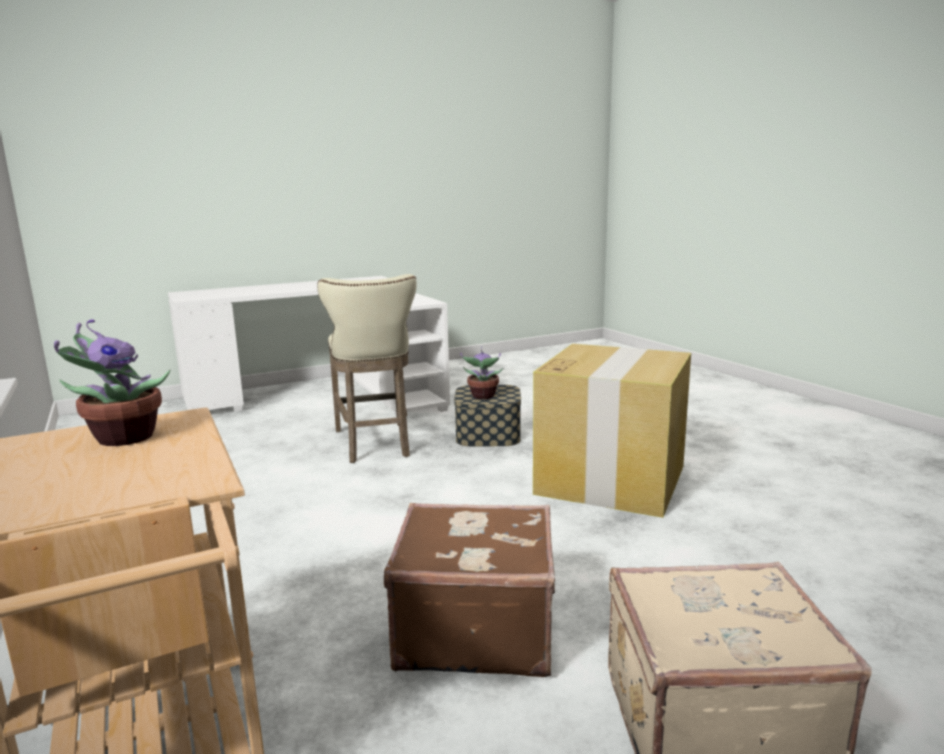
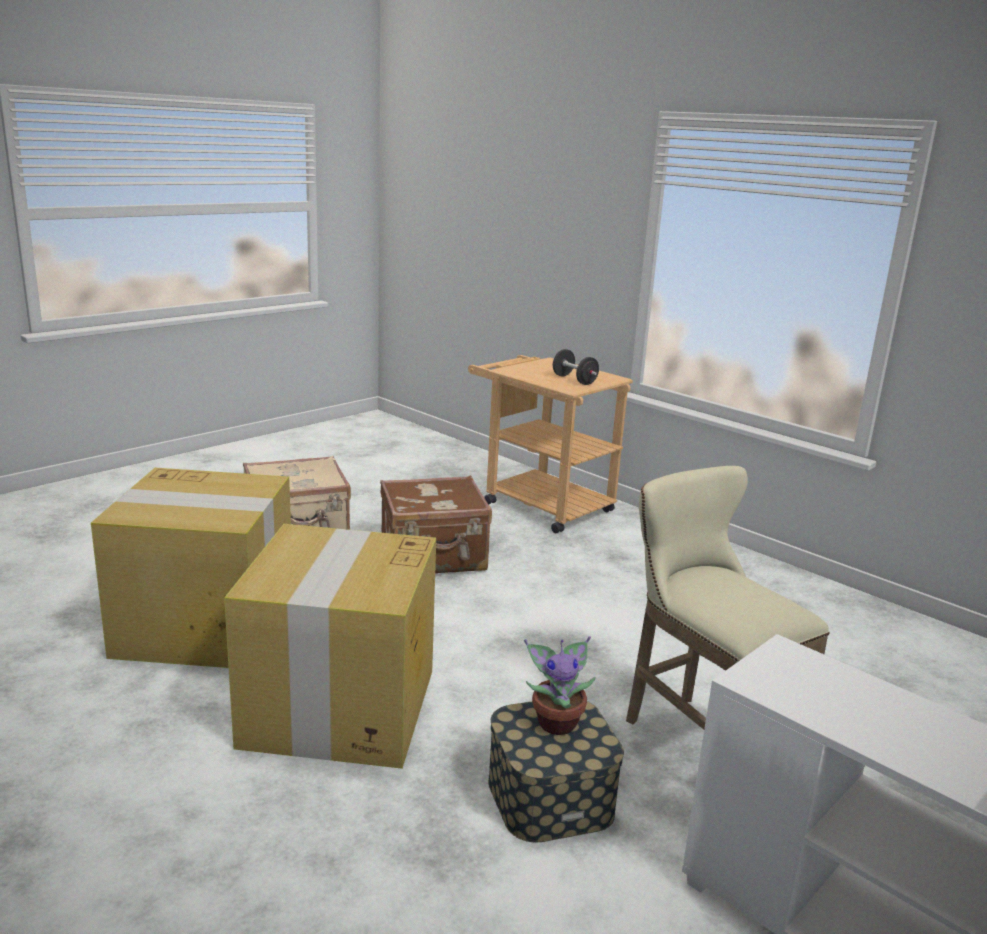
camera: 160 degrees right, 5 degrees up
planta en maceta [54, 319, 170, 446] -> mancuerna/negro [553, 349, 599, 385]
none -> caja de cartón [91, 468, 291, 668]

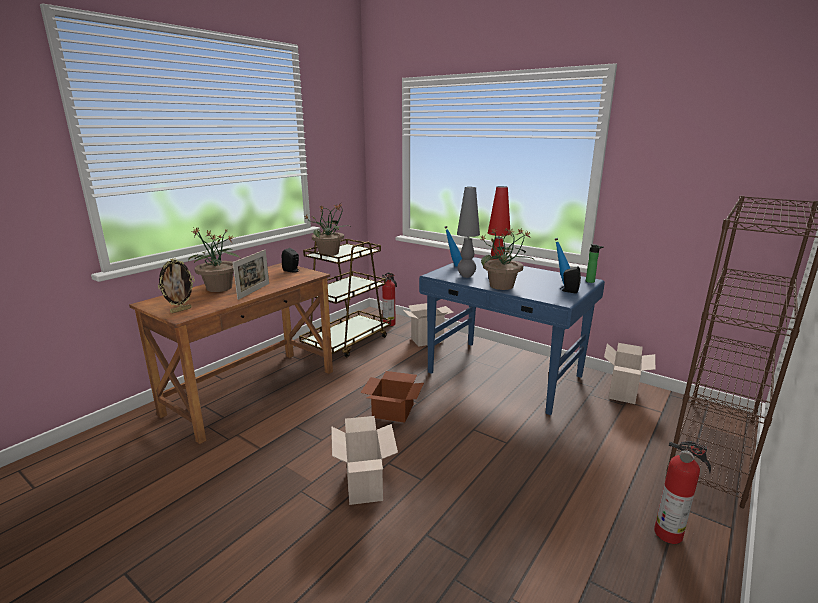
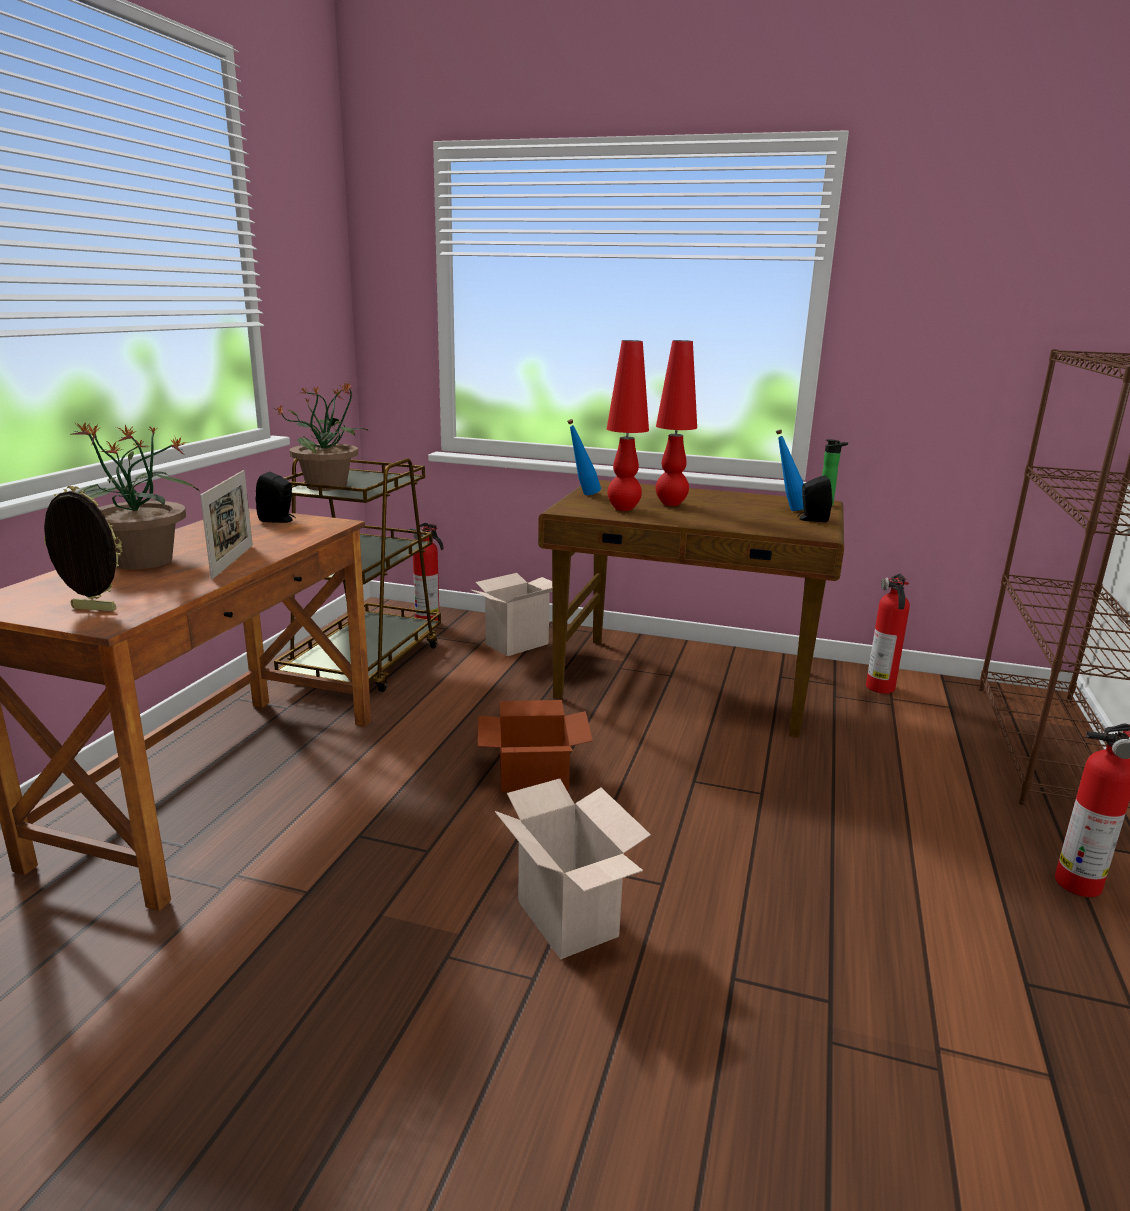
camera: 20 degrees left, 0 degrees up
lámpara de mesa/gris [457, 187, 480, 278] -> lámpara de mesa/rojo [607, 340, 649, 511]
planta en maceta [480, 227, 534, 290] -> none
escritorio/azul [419, 257, 605, 415] -> escritorio/marrón [538, 480, 844, 738]
portarretratos [158, 258, 195, 313] -> portarretratos [44, 486, 122, 612], 105 degrees counterclockwise
caja de cartón [604, 343, 655, 404] -> extintor [866, 573, 910, 694]

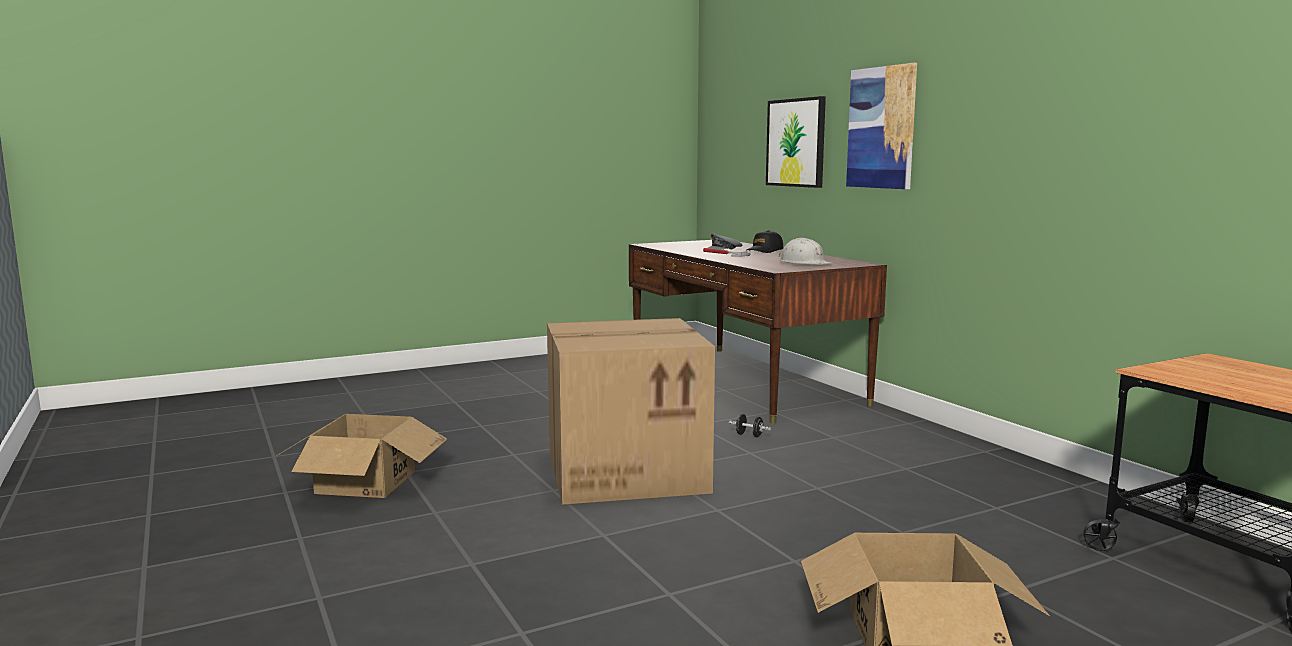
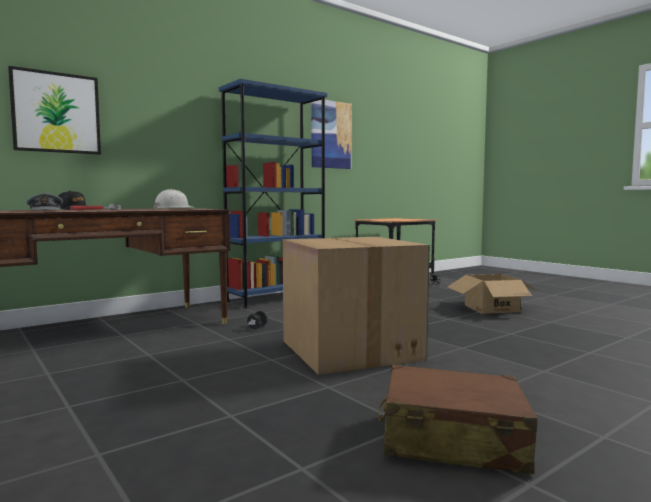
camera: 100 degrees left, 5 degrees down
cuadro [846, 63, 917, 189] -> cuadro [311, 100, 352, 169], move
caja de cartón [276, 414, 447, 498] -> maleta/marrón [378, 364, 538, 474]
none -> estantería/azul [219, 79, 327, 309]

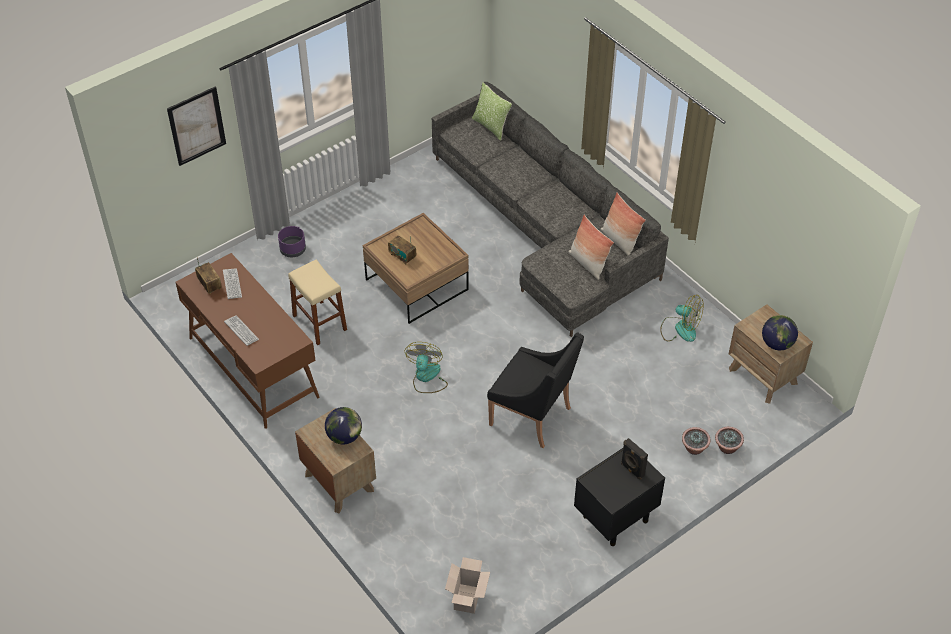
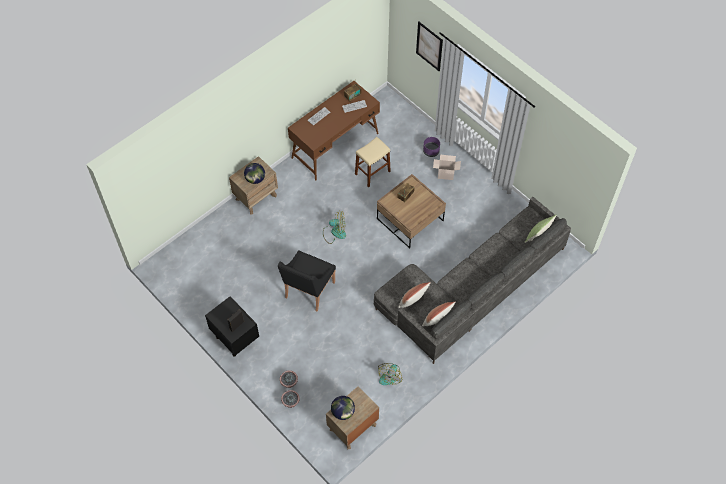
camera: 85 degrees right, 10 degrees up
caja de cartón [445, 557, 490, 614] -> caja de cartón [433, 155, 461, 180], move

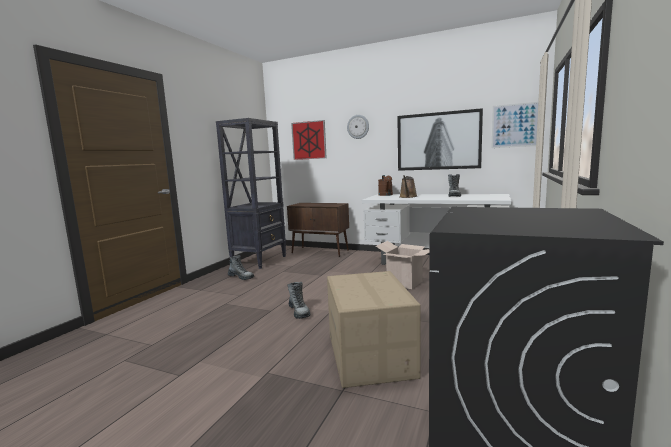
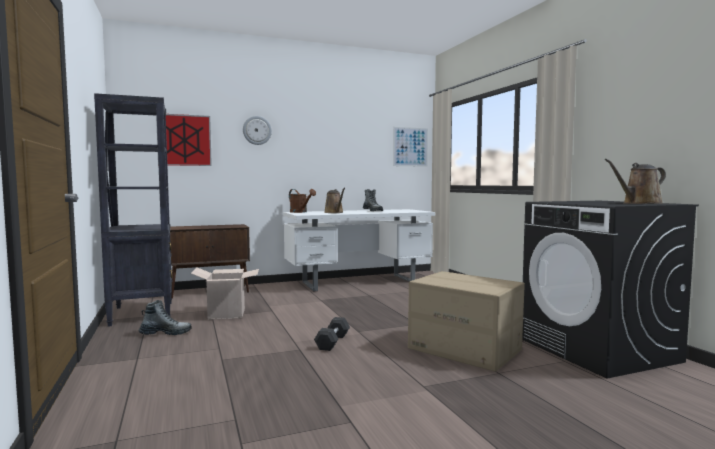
camera: 45 degrees left, 5 degrees down
cuadro [397, 108, 483, 171] -> none
caja de cartón [376, 241, 429, 289] -> caja de cartón [191, 267, 259, 320], move
bota [287, 282, 310, 319] -> mancuerna/gris [314, 317, 350, 351]
none -> regadera/marrón [605, 159, 666, 204]

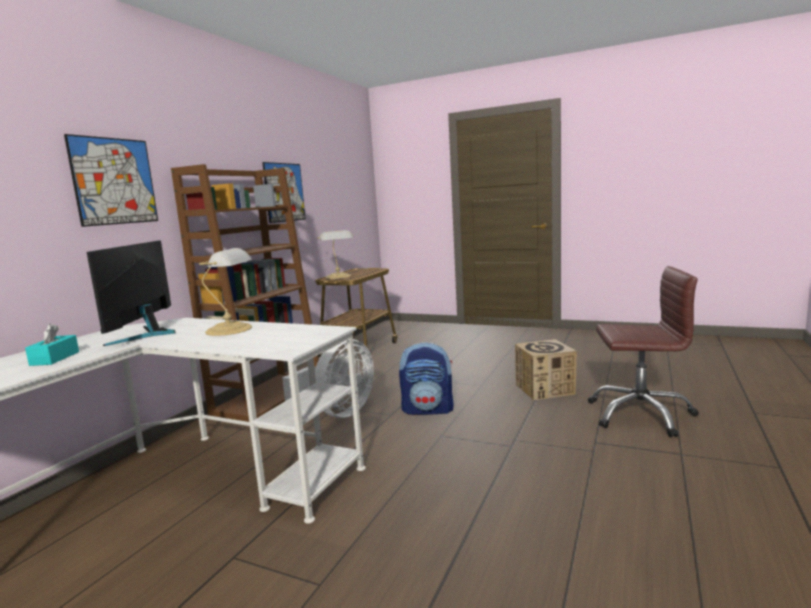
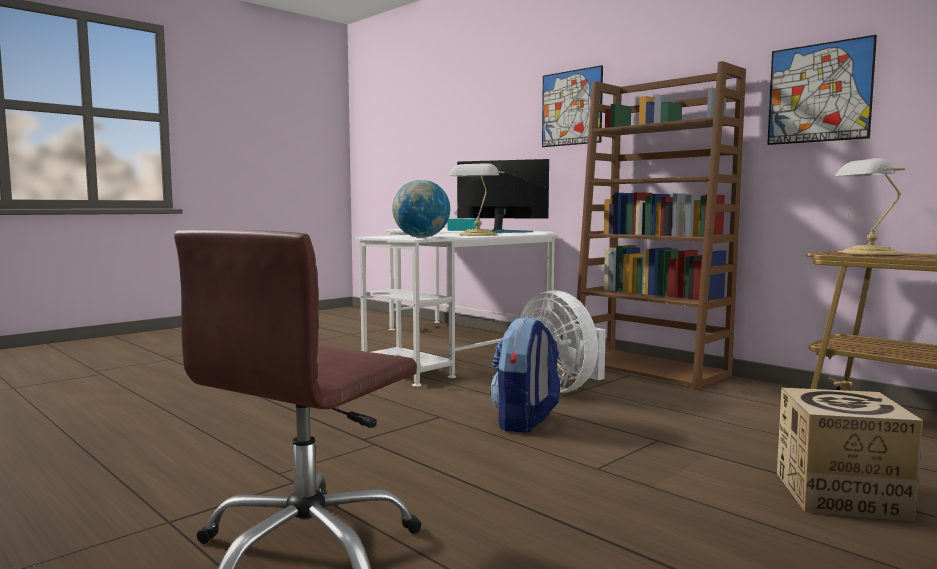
camera: 110 degrees right, 5 degrees down
caja de cartón [515, 339, 577, 400] -> caja de cartón [777, 388, 923, 521], move
none -> globo terráqueo [392, 180, 450, 238]

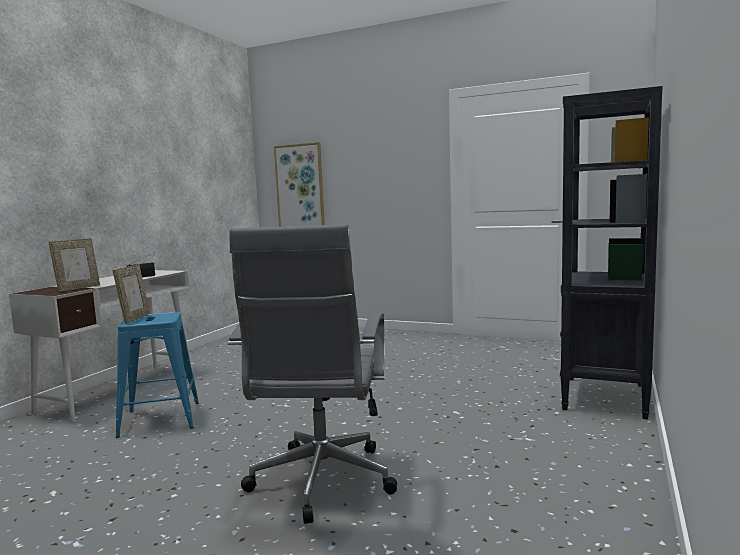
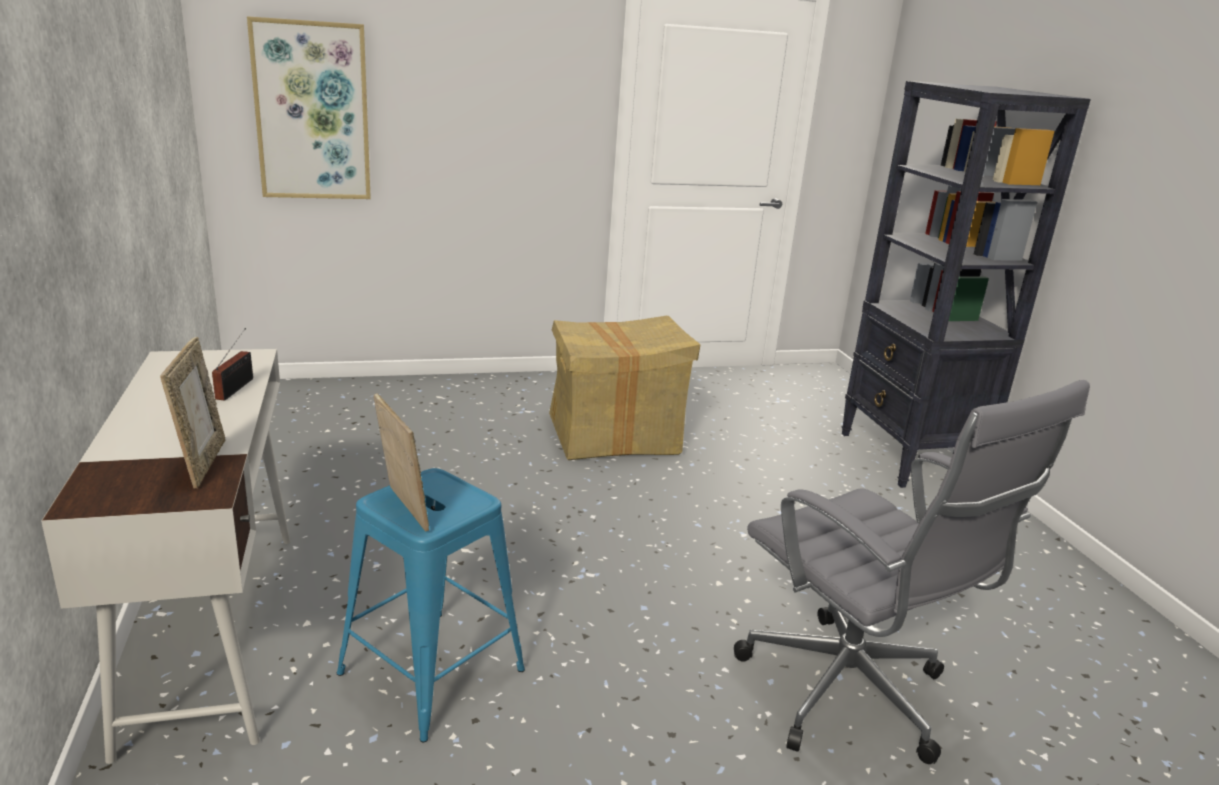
camera: 40 degrees left, 15 degrees up
none -> caja de cartón [549, 316, 701, 460]

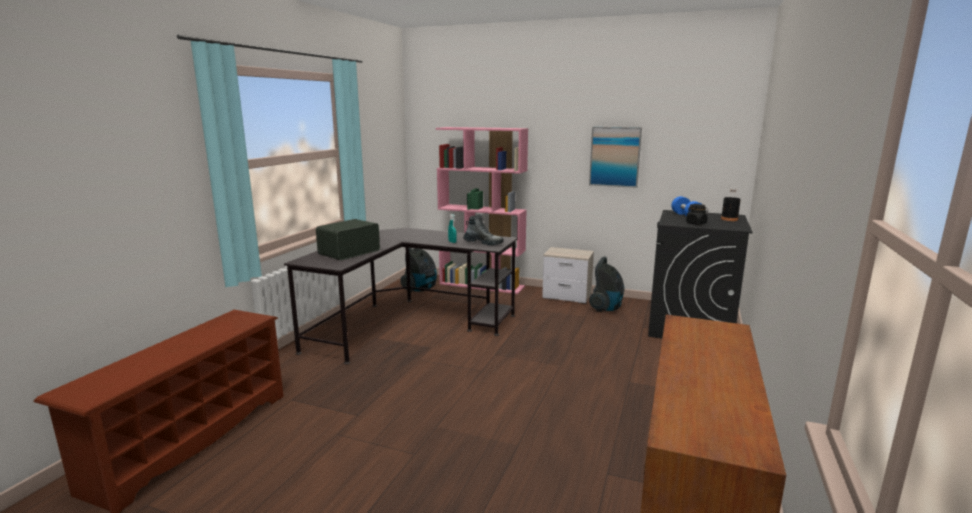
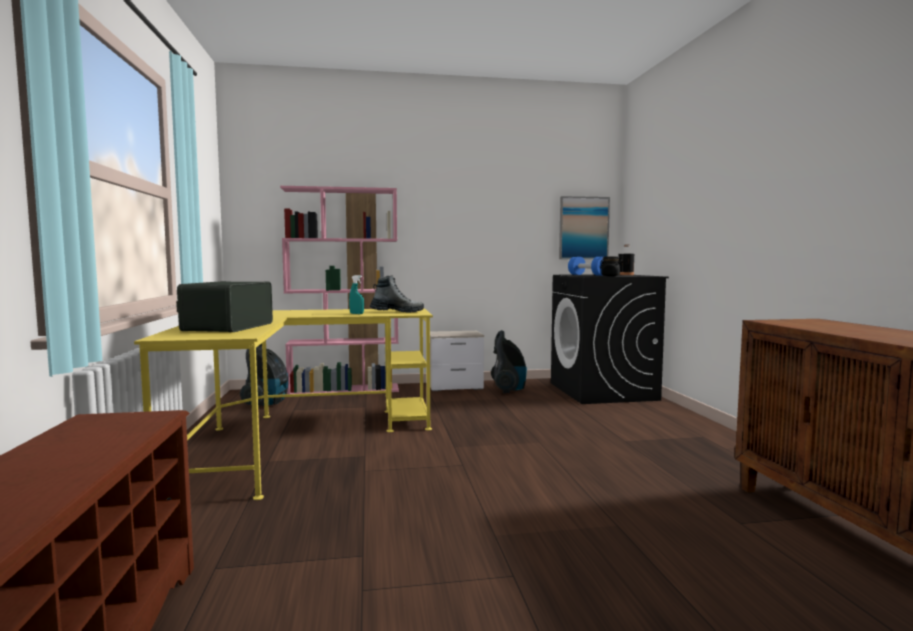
camera: 30 degrees left, 10 degrees down
cuadro [589, 127, 642, 188] -> cuadro [559, 196, 610, 259], move
escritorio/negro [284, 228, 518, 365] -> escritorio/amarillo [134, 308, 433, 500]

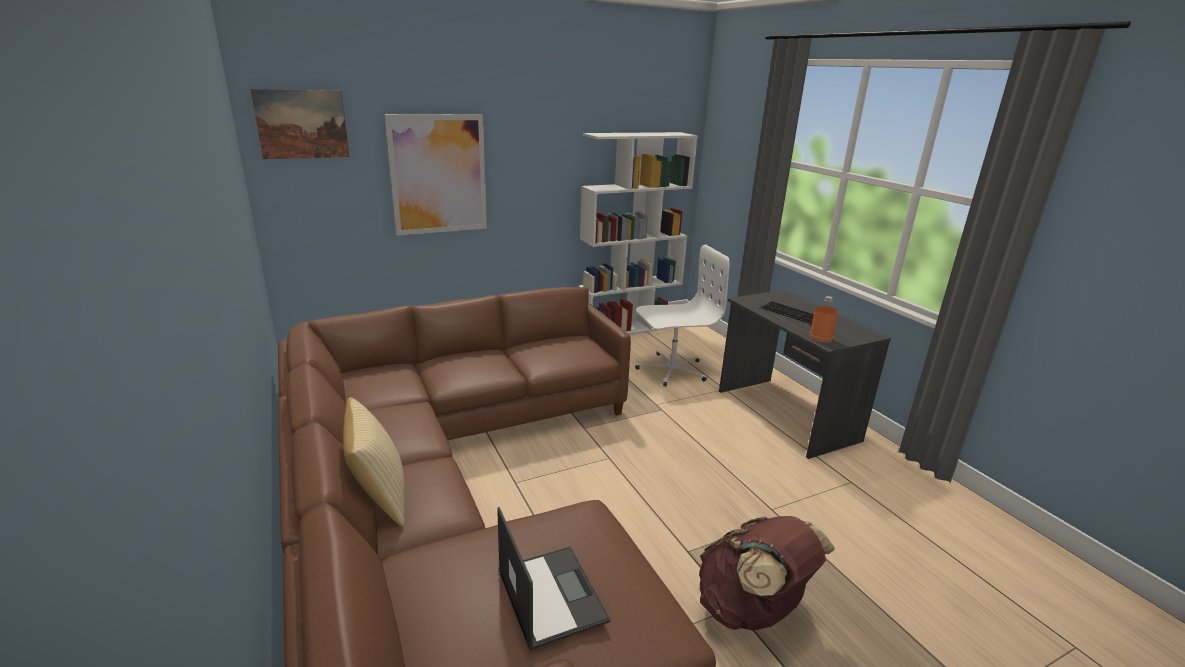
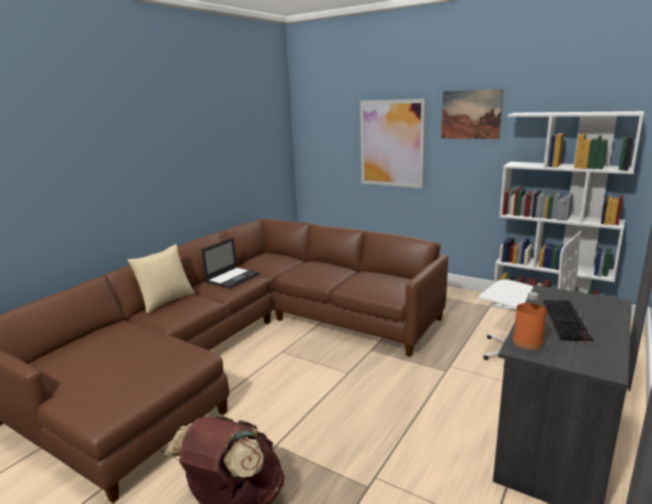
camera: 60 degrees right, 5 degrees down
cuadro [250, 89, 350, 159] -> cuadro [441, 89, 503, 139], move
portátil [497, 507, 611, 651] -> portátil [201, 238, 259, 289], move

